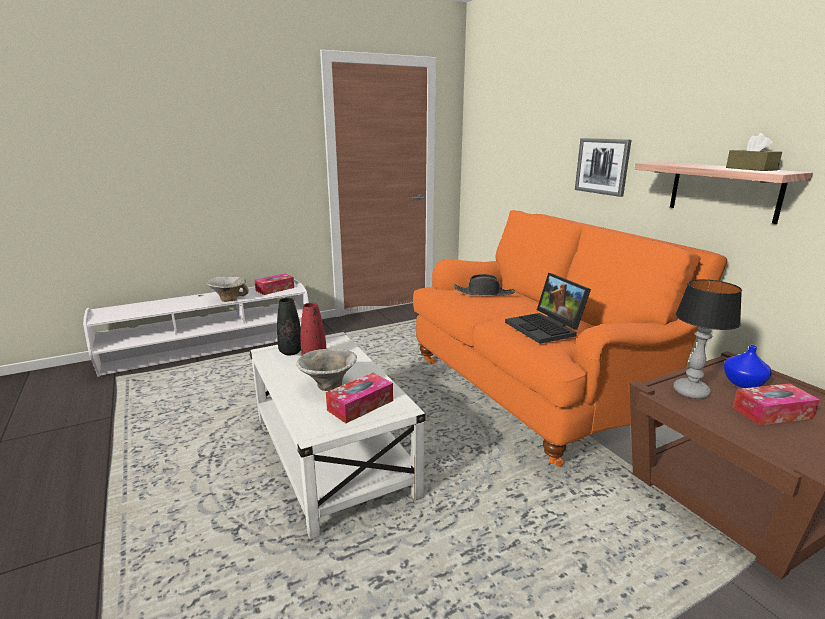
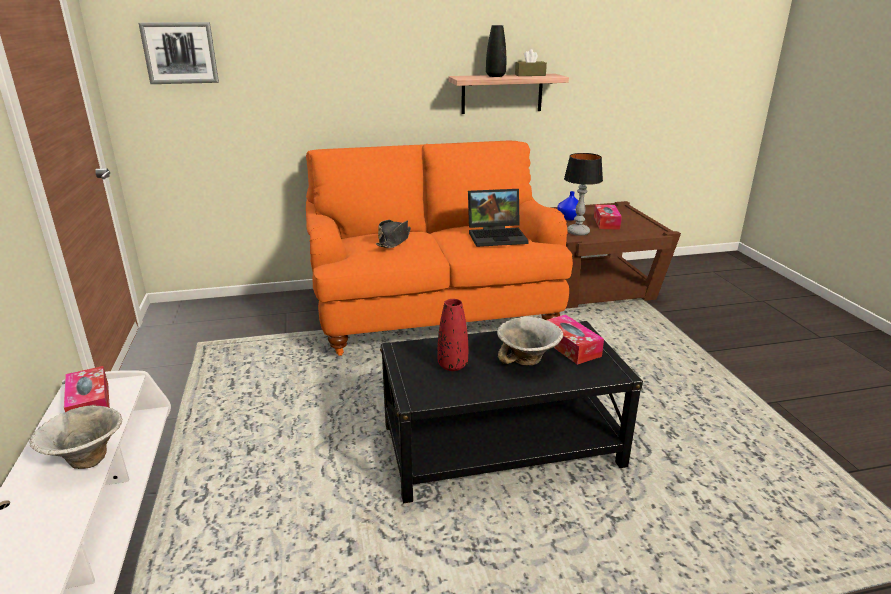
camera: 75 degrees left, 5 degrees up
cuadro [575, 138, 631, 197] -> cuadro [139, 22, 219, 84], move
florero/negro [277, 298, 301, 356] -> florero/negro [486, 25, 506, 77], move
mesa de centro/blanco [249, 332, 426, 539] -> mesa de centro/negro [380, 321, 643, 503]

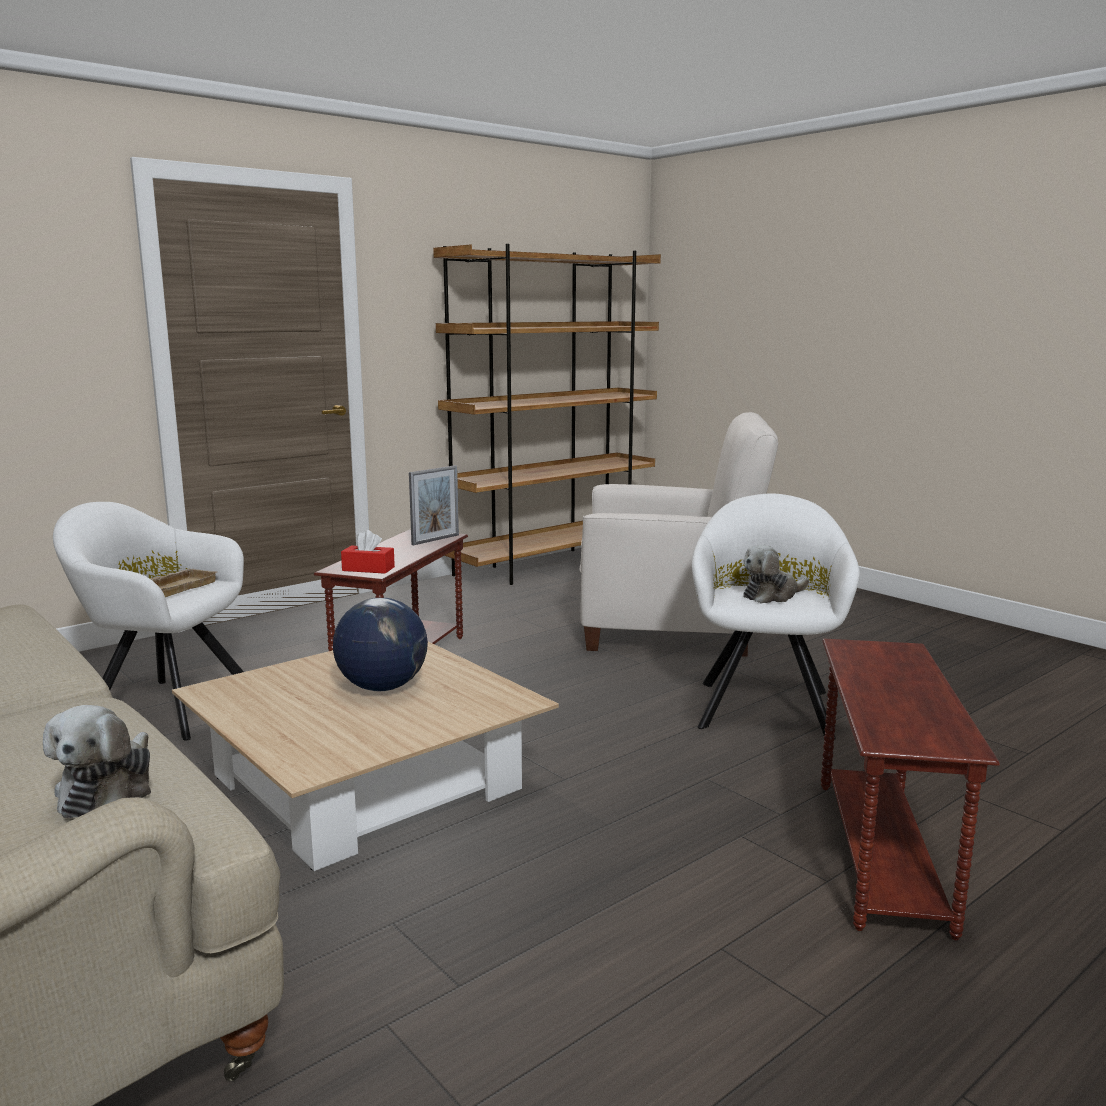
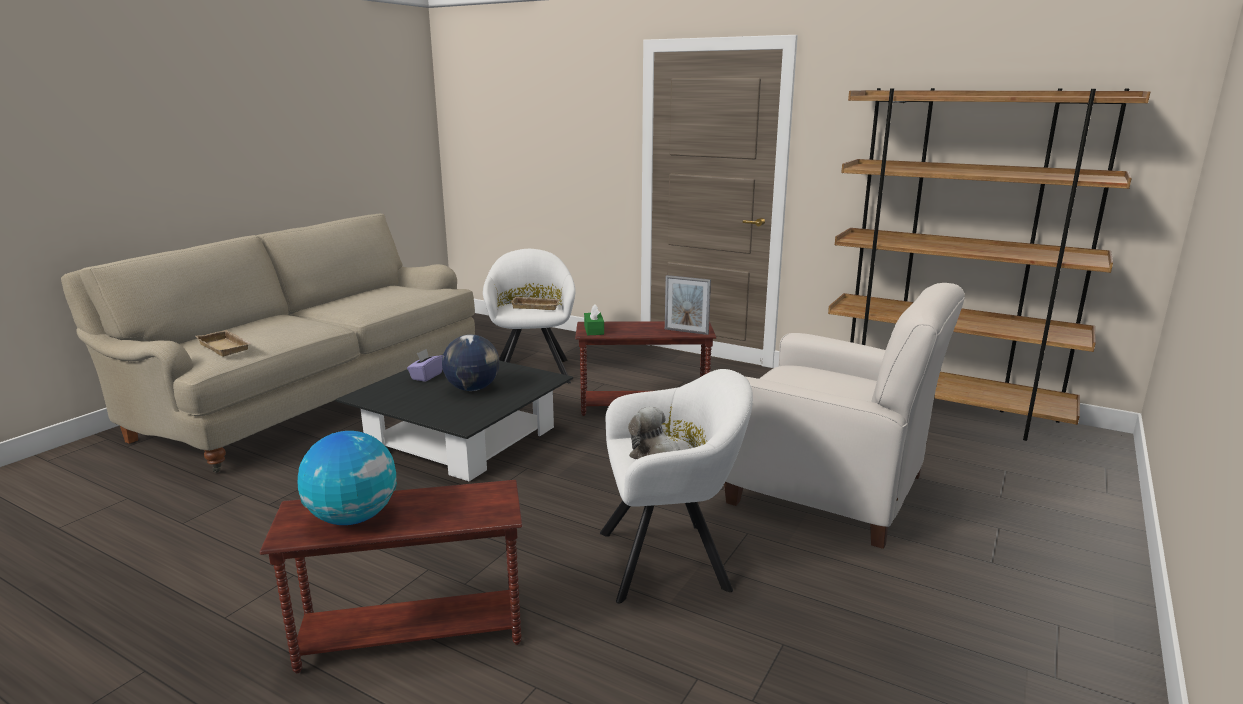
camera: 70 degrees right, 5 degrees up
sillón/blanco [580, 412, 778, 657] -> sillón/blanco [724, 283, 965, 549], 45 degrees counterclockwise
caja de pañuelos/rojo [341, 530, 395, 574] -> caja de pañuelos/verde [584, 304, 604, 335]
mesa de centro/beis [172, 641, 559, 871] -> mesa de centro/negro [335, 354, 573, 481]
peluche [43, 705, 151, 818] -> bandeja/beis [195, 330, 252, 357]
none -> caja de pañuelos/morado [407, 349, 443, 382]
none -> globo terráqueo [298, 431, 397, 525]

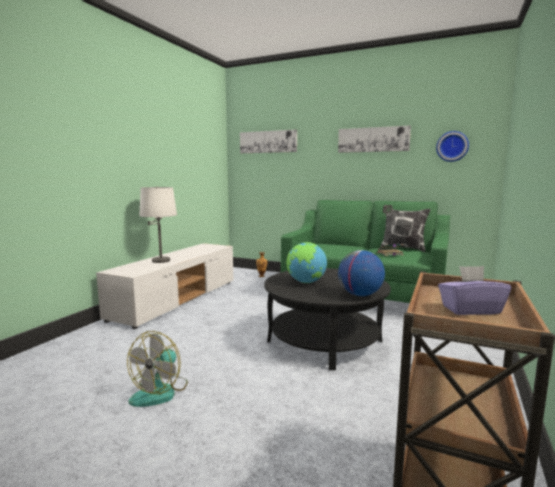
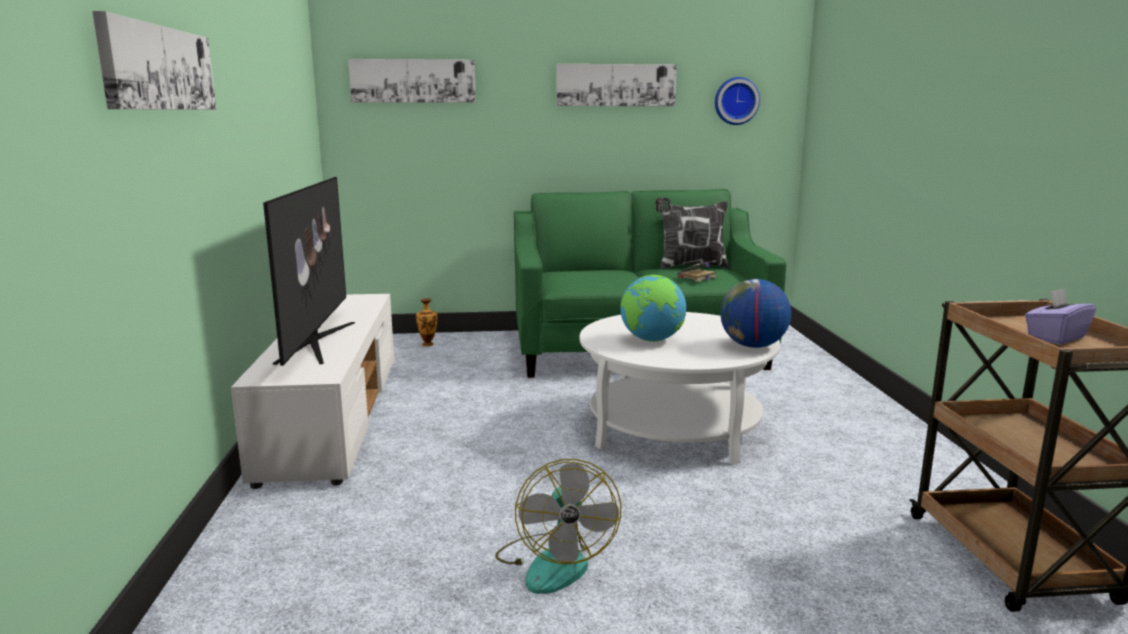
camera: 30 degrees left, 5 degrees up
lámpara de mesa/blanco [139, 186, 177, 263] -> televisor [263, 177, 355, 366]
mesa de centro/negro [264, 268, 391, 370] -> mesa de centro/blanco [579, 312, 781, 465]
none -> cuadro [92, 11, 216, 110]

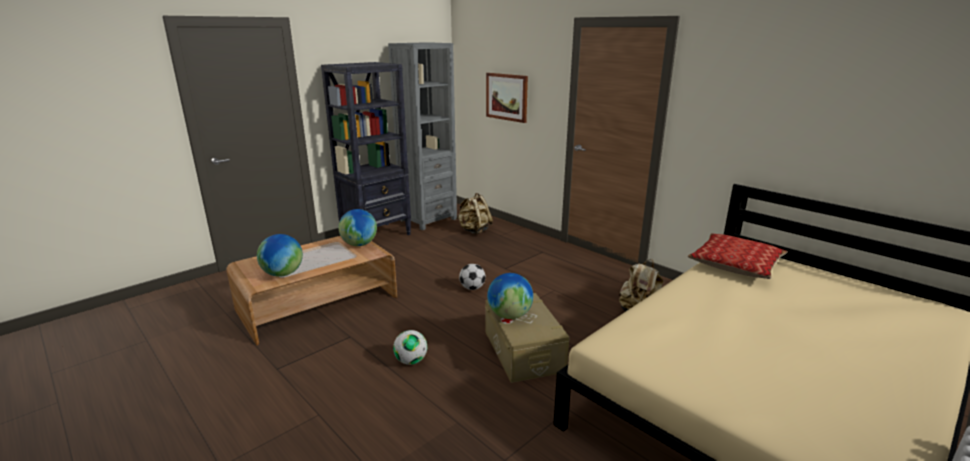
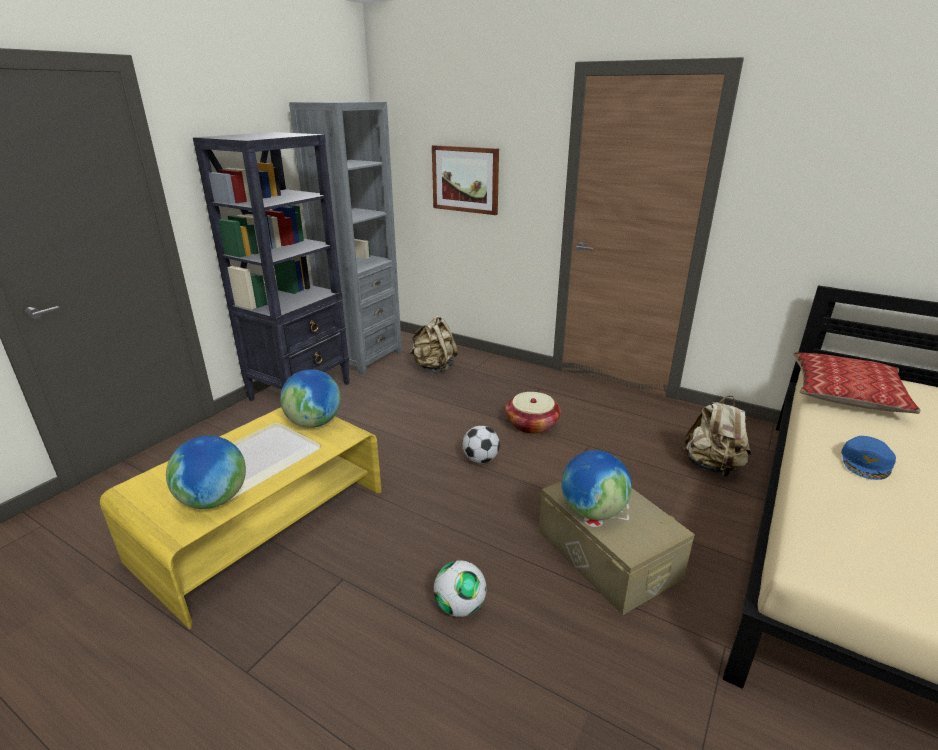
camera: 15 degrees left, 5 degrees up
mesa de centro/marrón [227, 236, 397, 346] -> mesa de centro/amarillo [100, 407, 382, 629]
none -> cesta [505, 392, 561, 434]
none -> gorra/azul [841, 436, 896, 480]

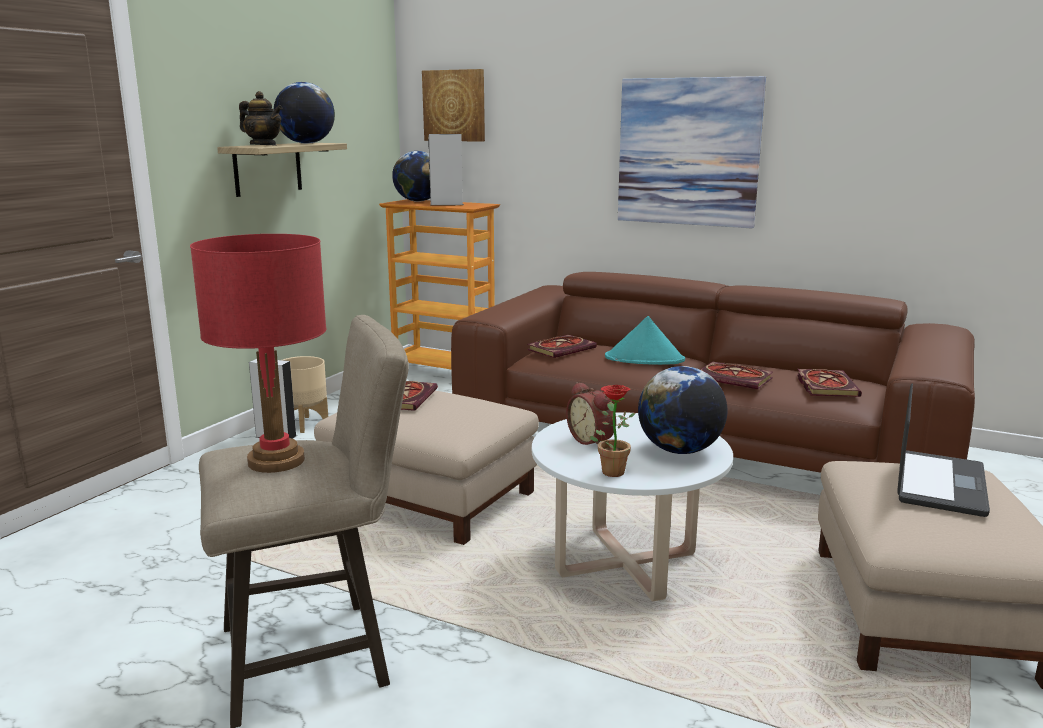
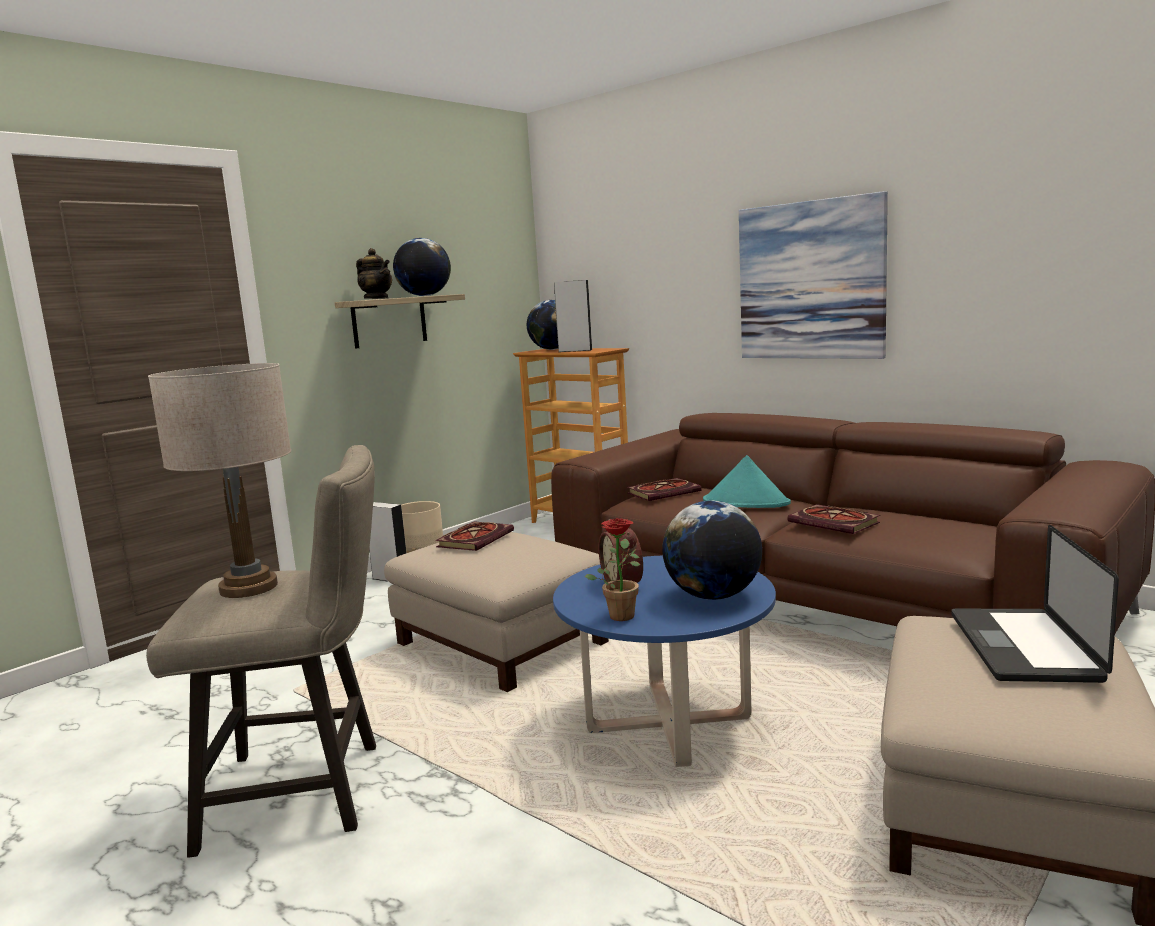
camera: 15 degrees right, 5 degrees down
cuadro [422, 69, 485, 142] -> none
lámpara de mesa/rojo [190, 234, 327, 473] -> lámpara de mesa/beis [148, 363, 291, 598]
libro [797, 369, 862, 397] -> none
portátil [897, 383, 990, 517] -> portátil [951, 525, 1119, 683], 150 degrees clockwise
mesa de centro/blanco [532, 412, 733, 602] -> mesa de centro/azul [553, 556, 776, 767]

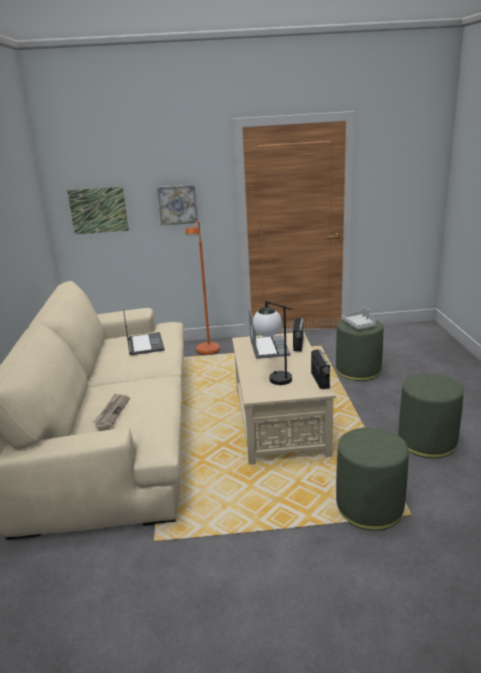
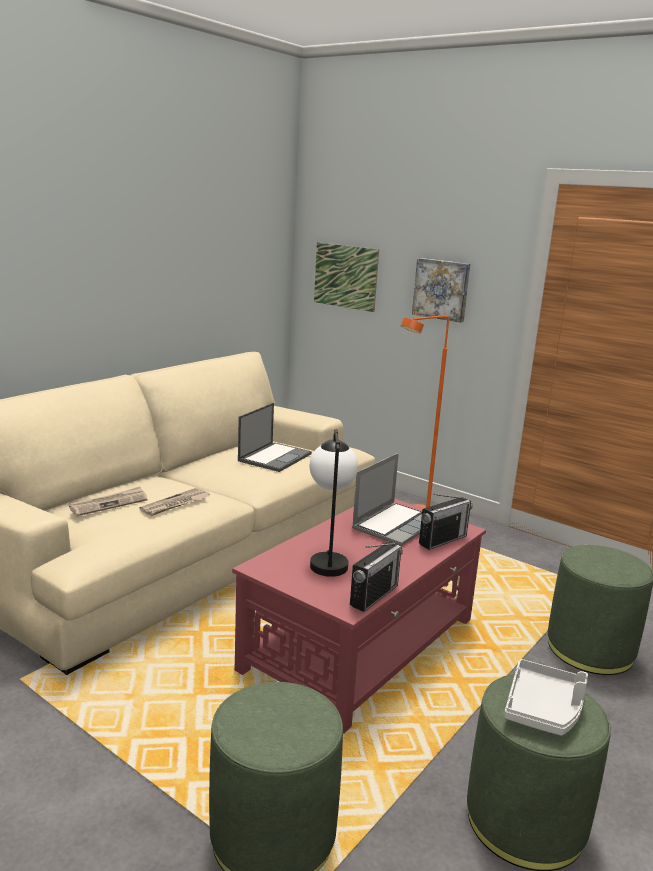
camera: 40 degrees right, 5 degrees down
bandeja/gris [341, 307, 375, 329] -> bandeja/gris [504, 659, 588, 736], move
mesa de centro/beis [232, 332, 336, 465] -> mesa de centro/rojo [232, 499, 486, 733]
none -> periódico [139, 488, 210, 516]

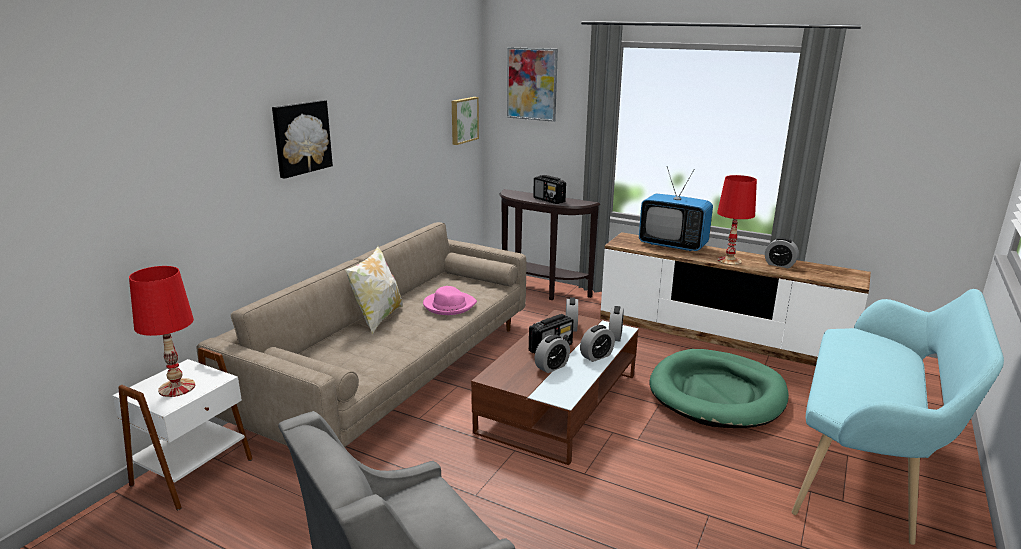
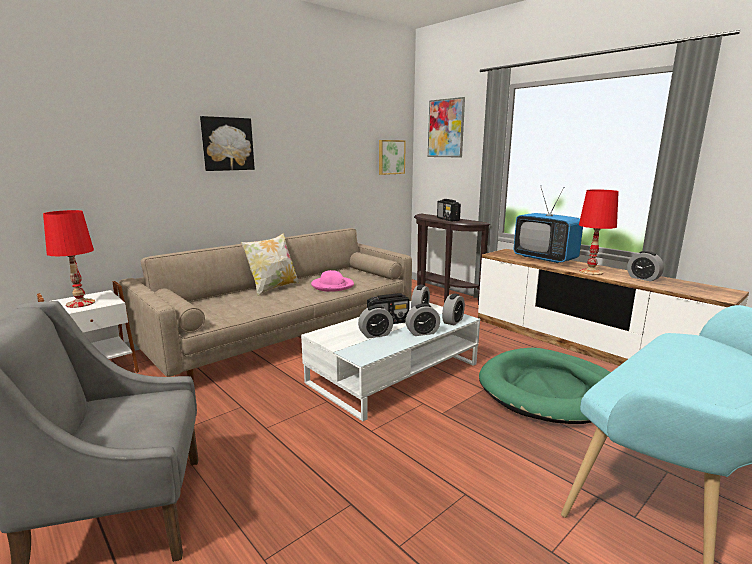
camera: 20 degrees right, 5 degrees down
mesa de centro/marrón [471, 310, 638, 465] -> mesa de centro/blanco [301, 301, 480, 421]

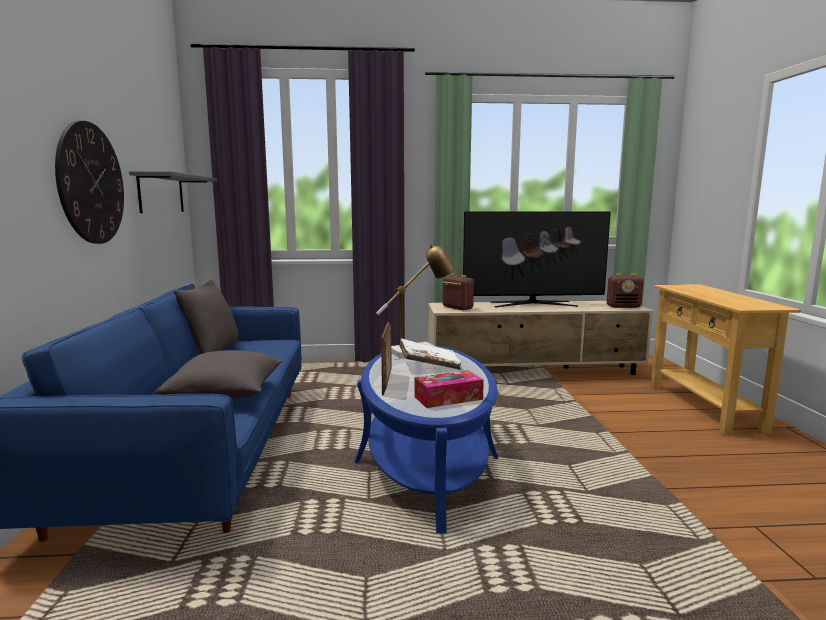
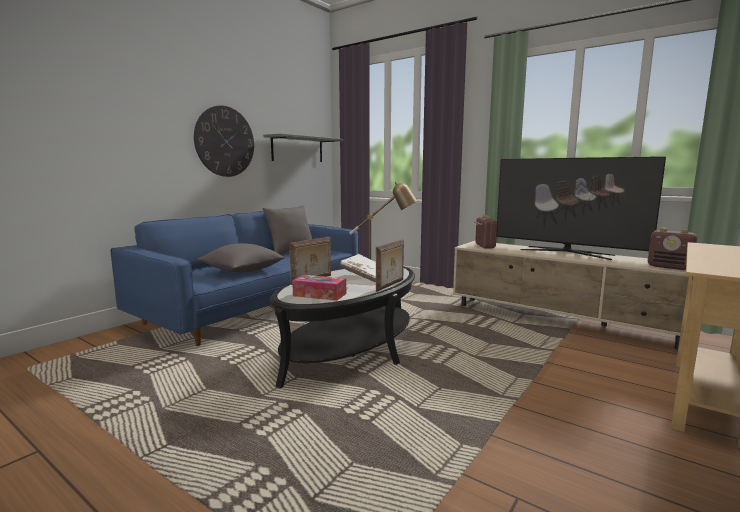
camera: 40 degrees right, 0 degrees up
mesa de centro/azul [354, 345, 499, 533] -> mesa de centro/negro [270, 267, 415, 388]
none -> portarretratos [376, 239, 404, 292]

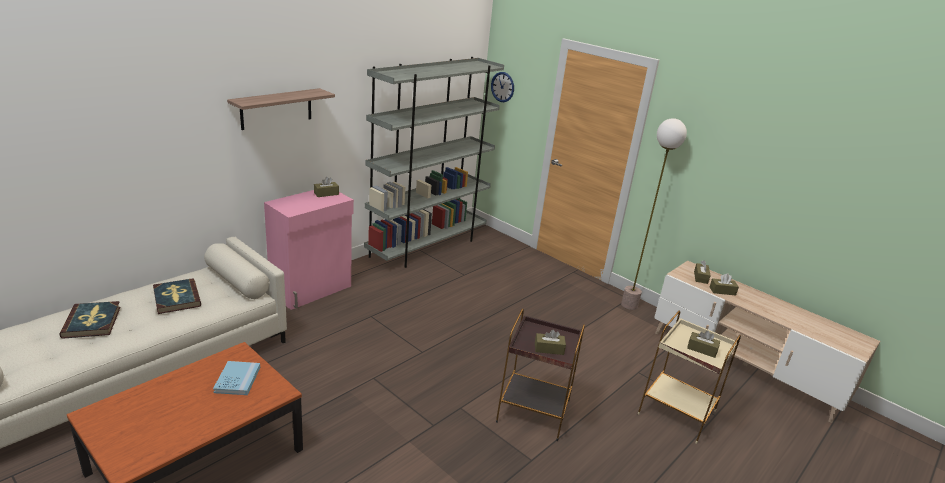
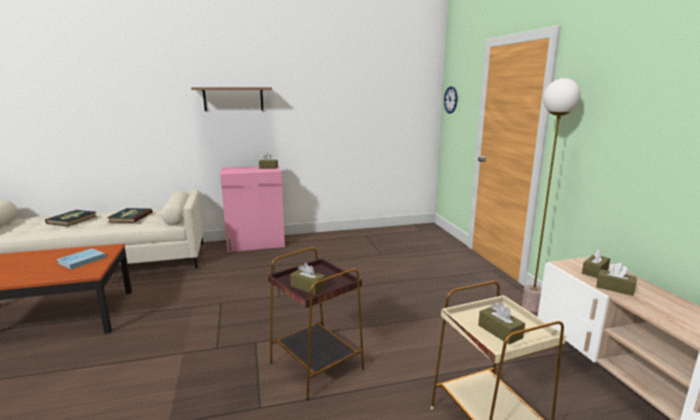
camera: 35 degrees right, 10 degrees down
estantería/gris [364, 57, 504, 268] -> none

